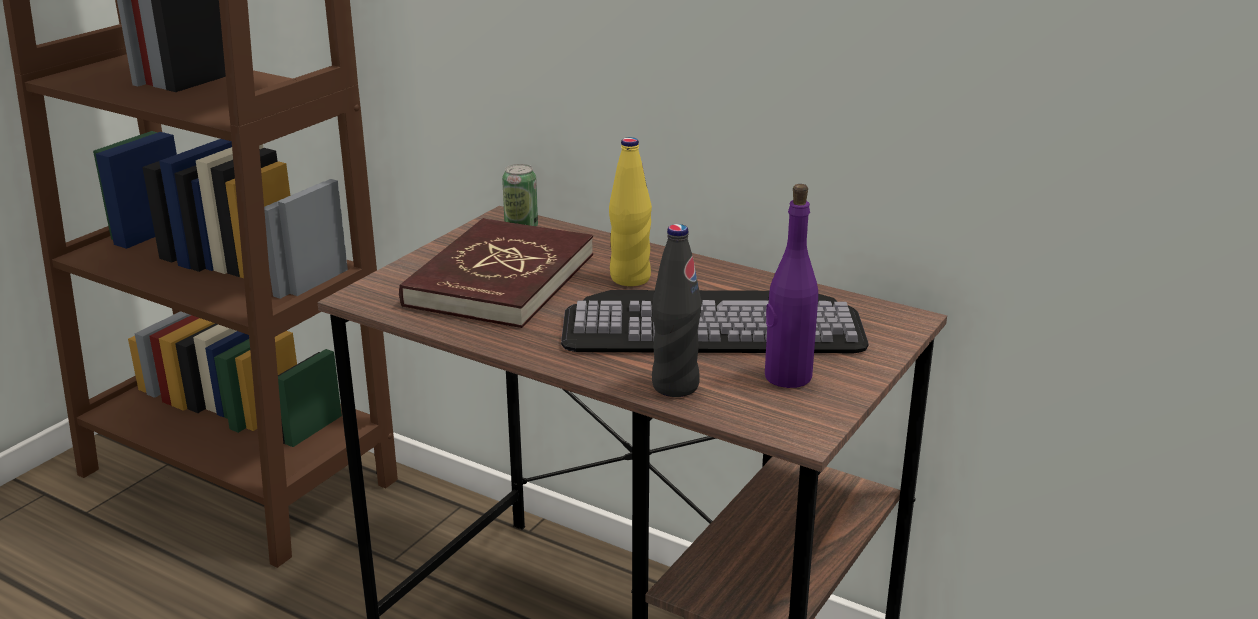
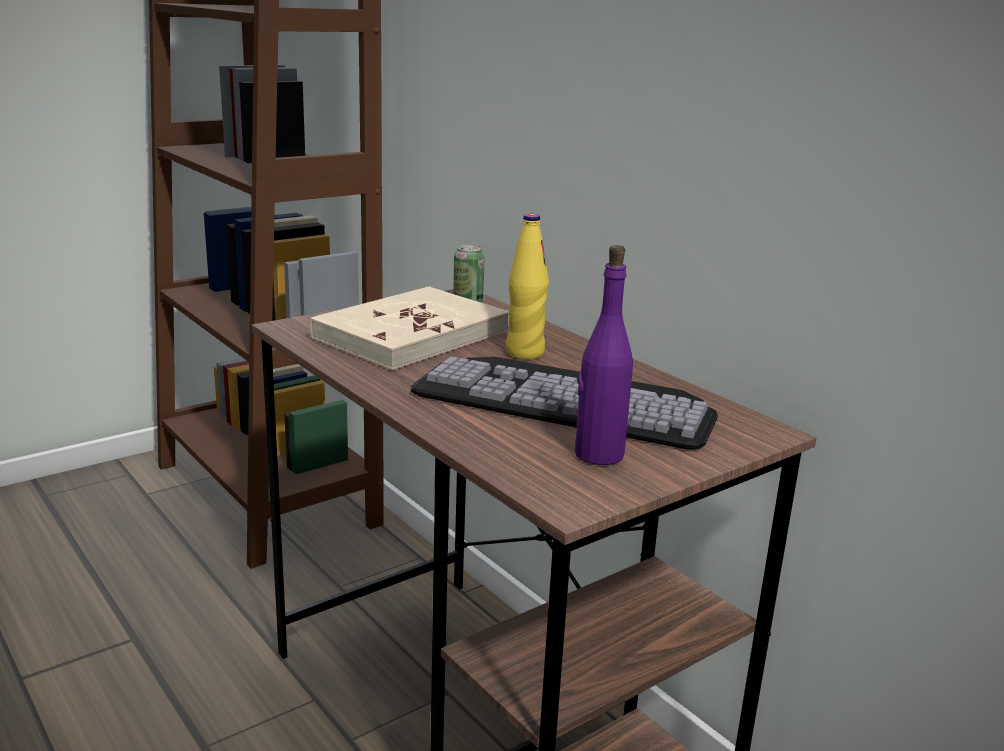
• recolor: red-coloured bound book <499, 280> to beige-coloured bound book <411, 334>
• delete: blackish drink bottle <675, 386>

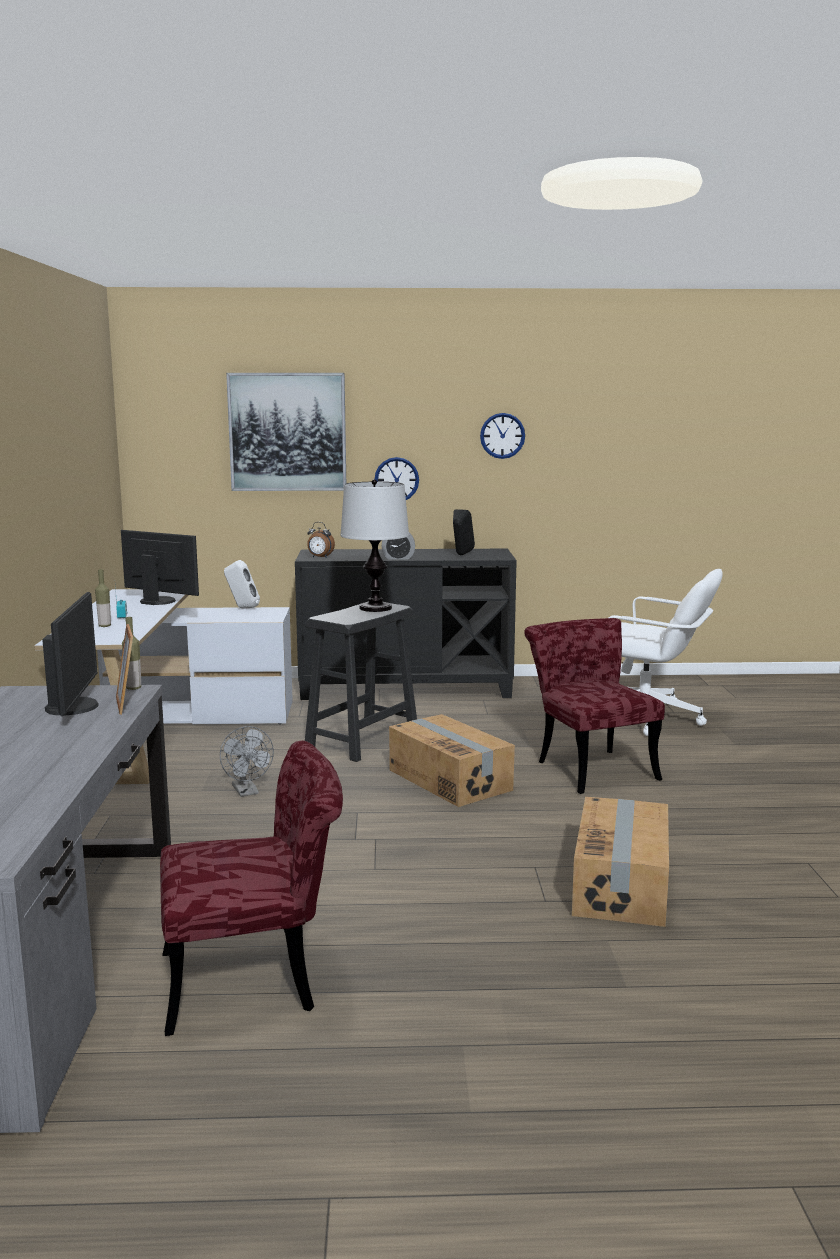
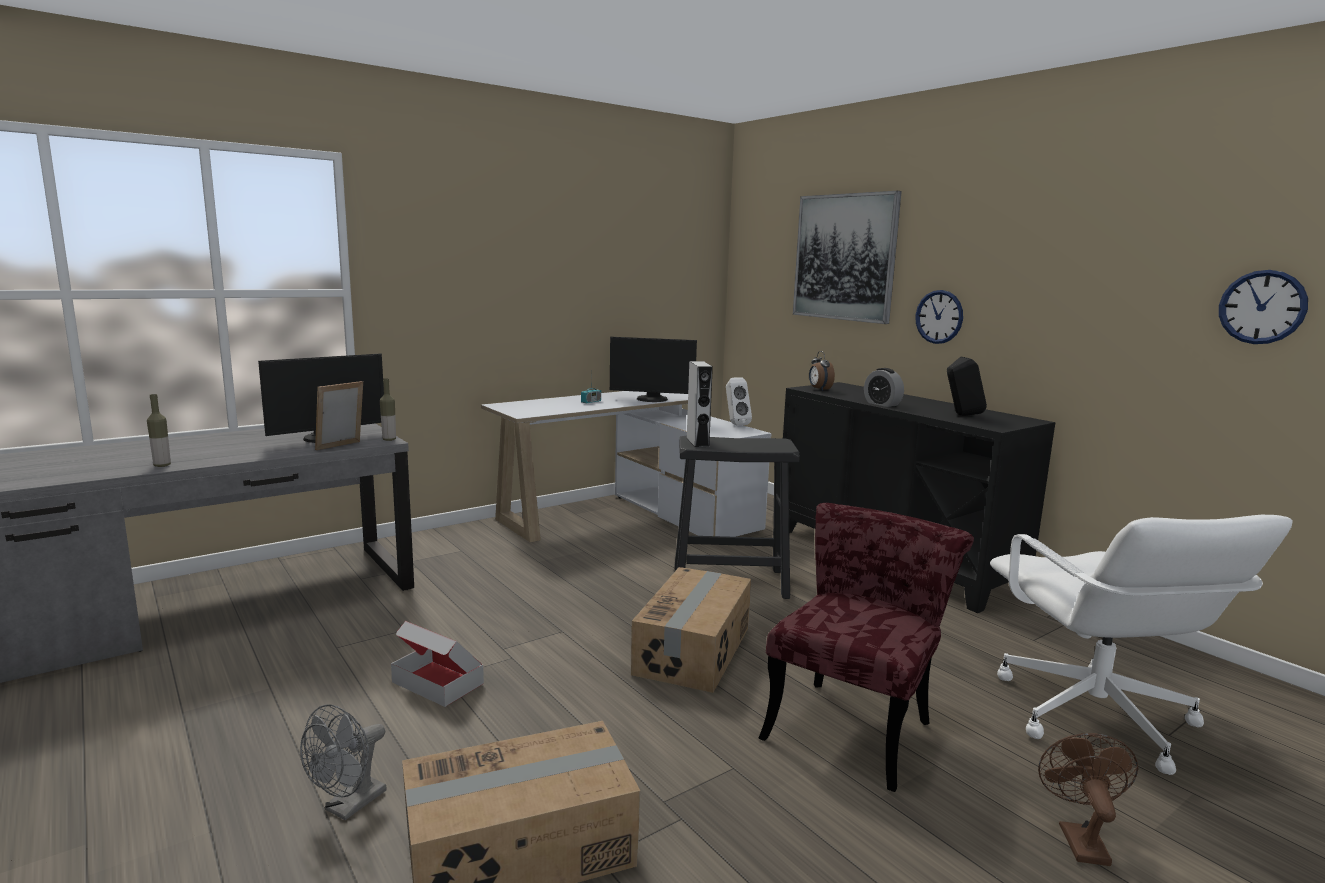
• move: hanging clock <502, 435> to <1262, 307>
• delete: table lamp <375, 608>
• rotate: computer display <159, 601> = <652, 399> 105 degrees clockwise
• move: drink bottle <104, 626> to <162, 465>
• move: greyish electric fan <247, 792> to <349, 806>
• delete: red-coloured plain chair <256, 979>
• insert: greyish audio speaker <697, 442>
• insert: carton <438, 683>
• insert: brown electric fan <1079, 838>

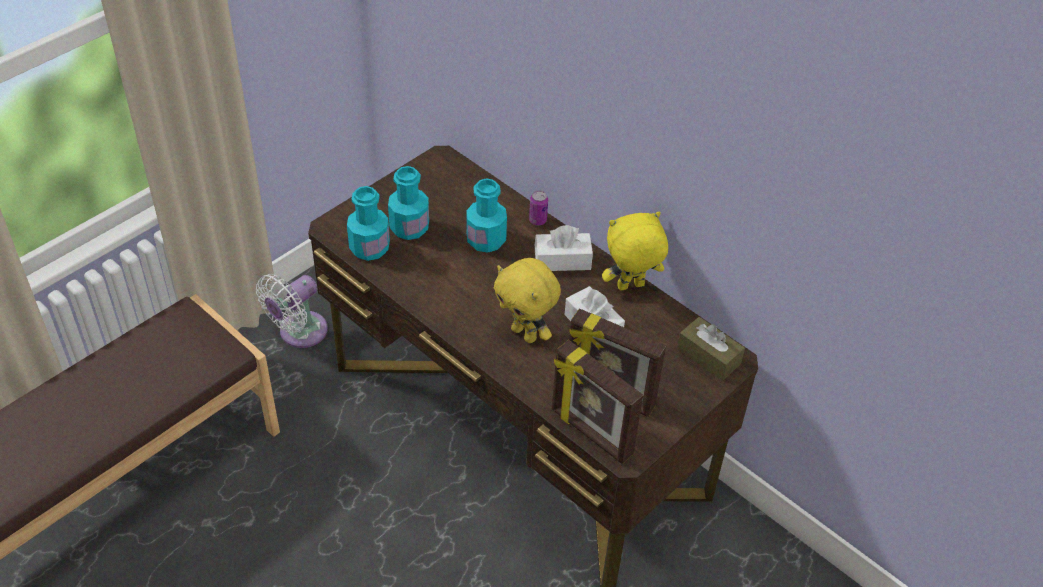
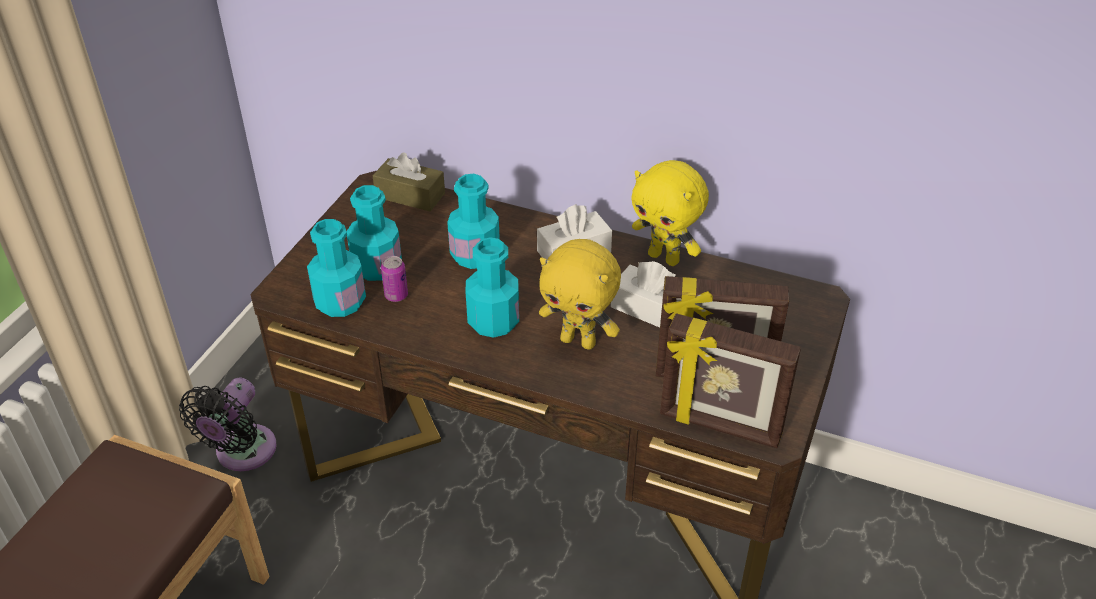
• move: metal can <537, 220> to <396, 295>
• rotate: yellowish cuddly toy <630, 287> = <665, 258> 105 degrees counterclockwise
• recolor: white electric fan <299, 333> to blackish electric fan <242, 453>
• move: brown tissue holder <708, 356> to <410, 195>
• insert: blue-green drink bottle <493, 321>

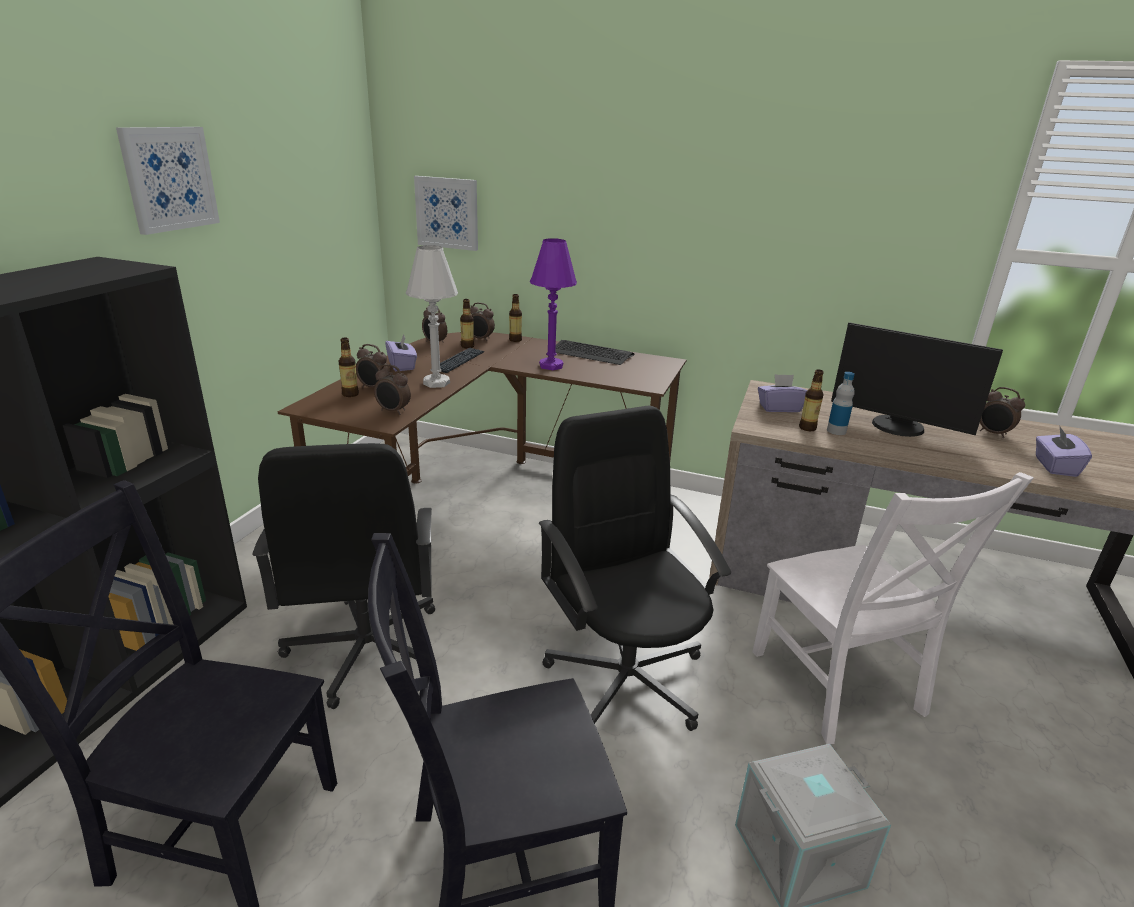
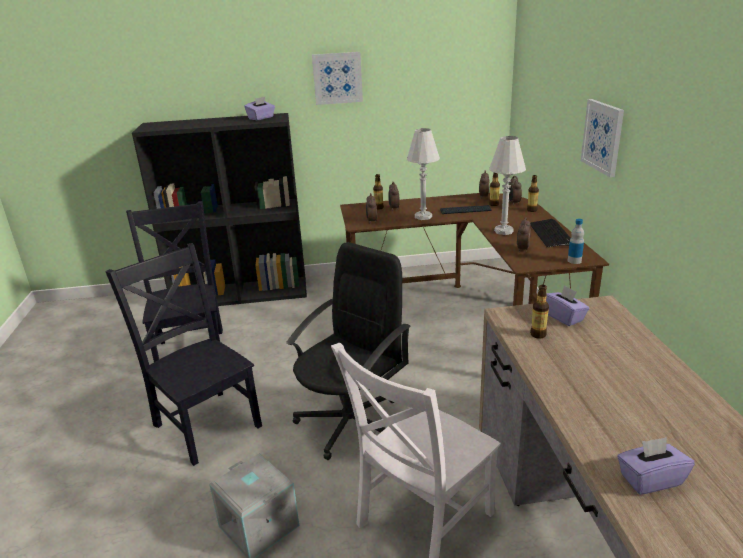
• move: picture <447, 213> to <603, 137>
• recolor: purple-coloured table lamp <551, 366> to white table lamp <503, 231>
• delete: computer display <897, 427>
• move: purple-coloured tissue holder <402, 366> to <261, 118>
• move: drink bottle <836, 431> to <574, 261>
• move: bedside clock <993, 434> to <522, 249>
• delete: blackish office chair <365, 650>

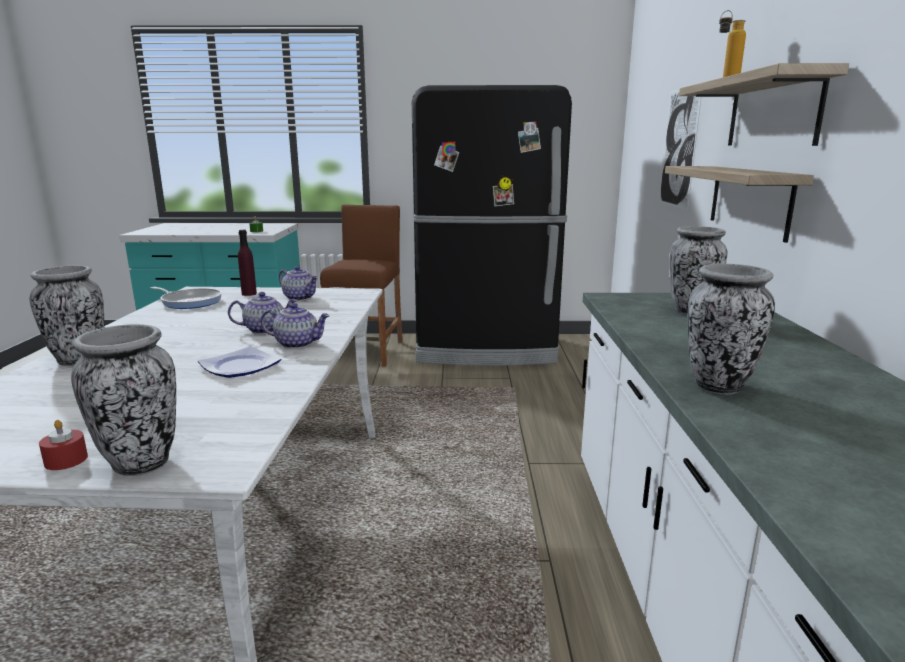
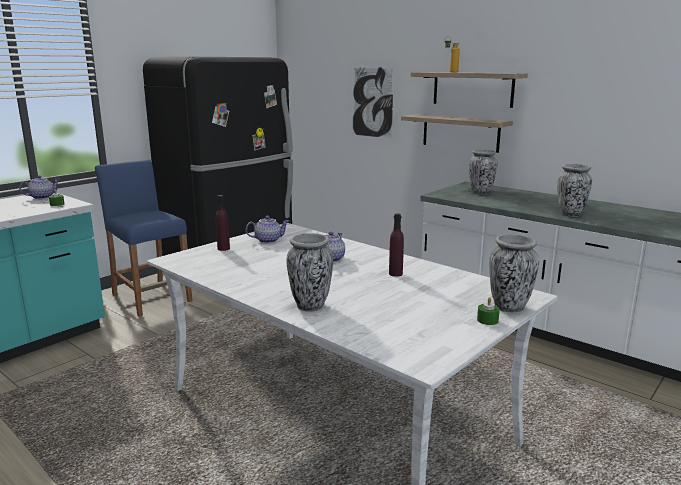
• recolor: brown stool <367, 352> to blue stool <151, 298>
• delete: skillet <190, 302>
• move: teapot <298, 344> to <42, 197>
• replace: flat dish <241, 366> to purple-coloured drink bottle <395, 274>
• recolor: red-coloured wax candle <66, 460> to green wax candle <487, 320>

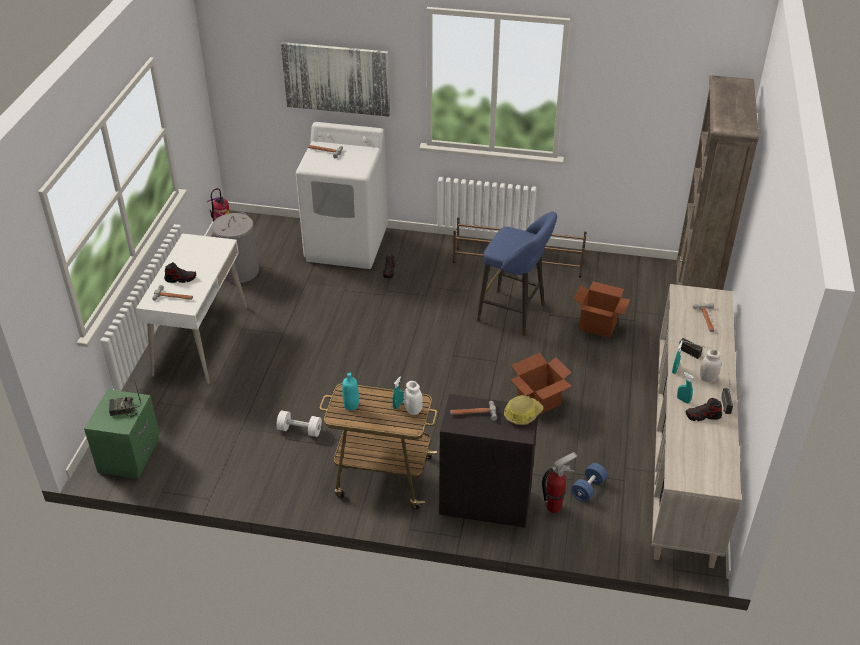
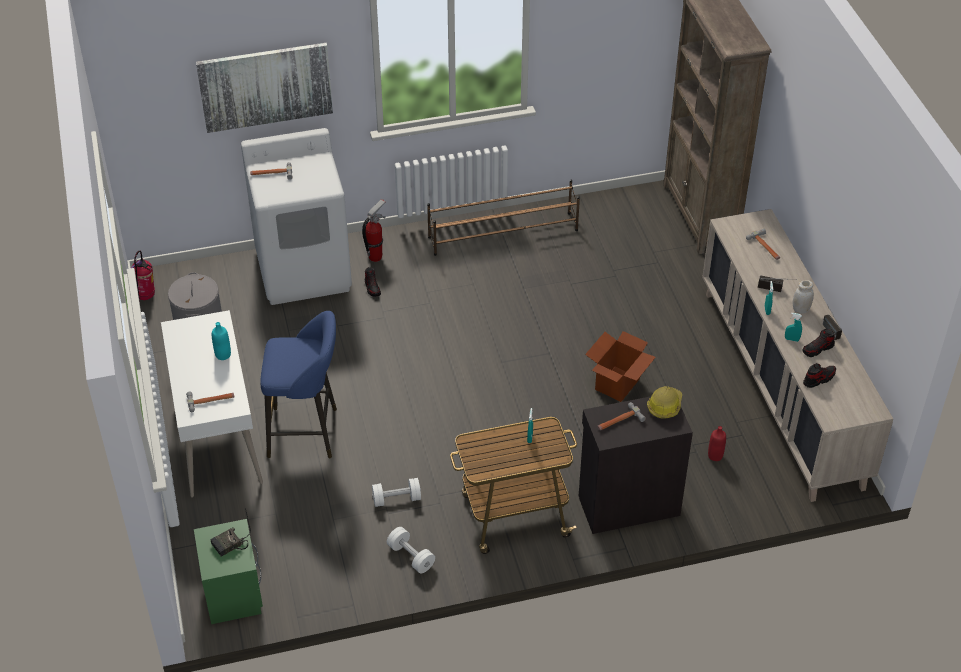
• move: blue stool <514, 314> to <307, 432>
• move: low shoe <180, 279> to <819, 379>
• delete: carton <598, 326>
• move: blue-green drink bottle <351, 405> to <223, 355>
• delete: white storage jar <413, 410>
• move: extinguisher <554, 507> to <375, 257>
• replace: blue dumbbell <588, 489> to red-coloured drink bottle <715, 456>
• insert: white dumbbell <411, 556>

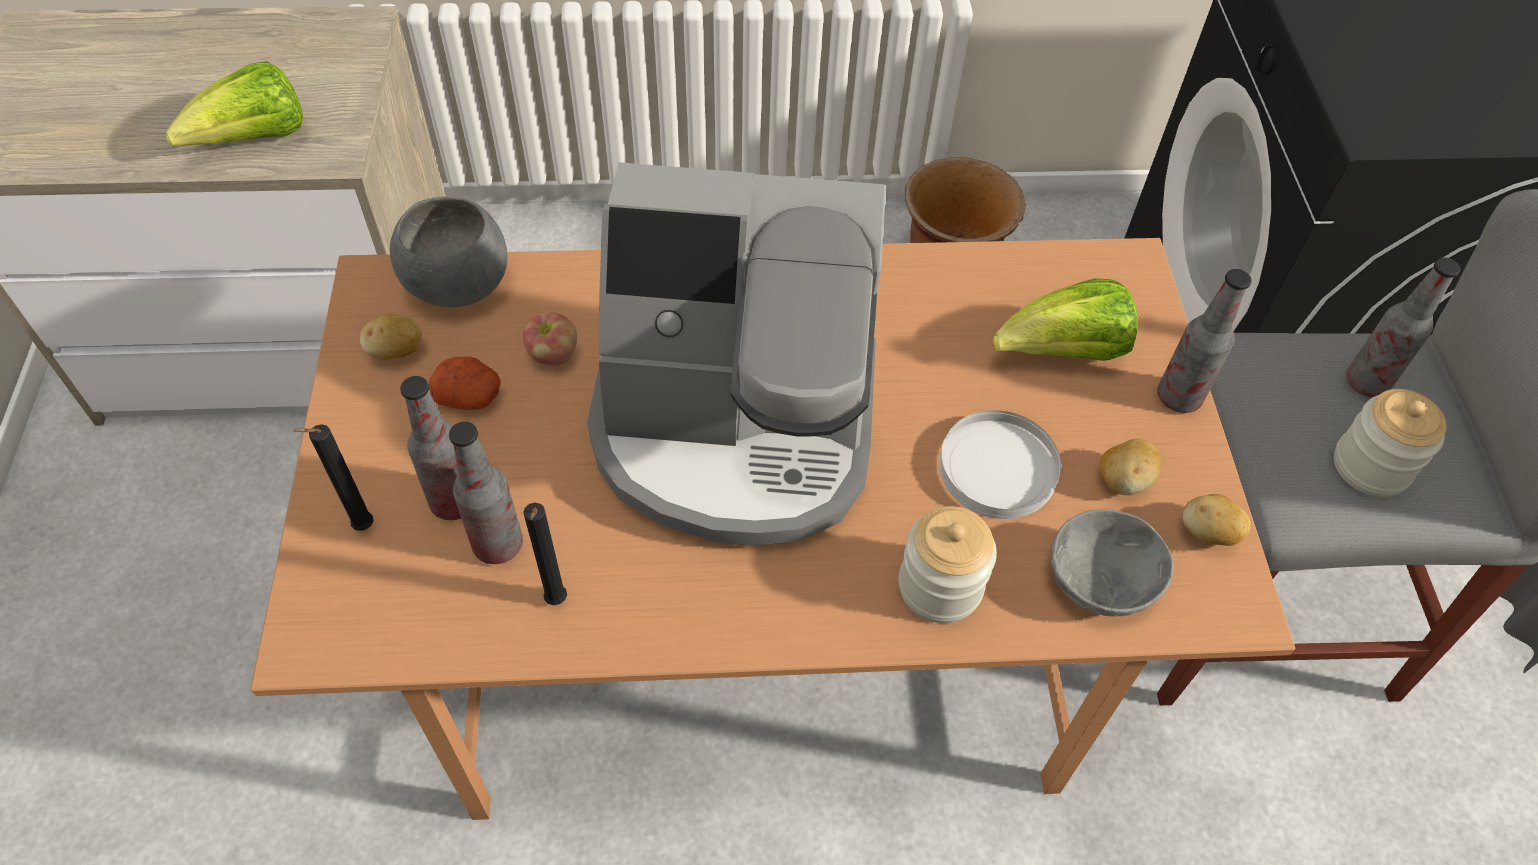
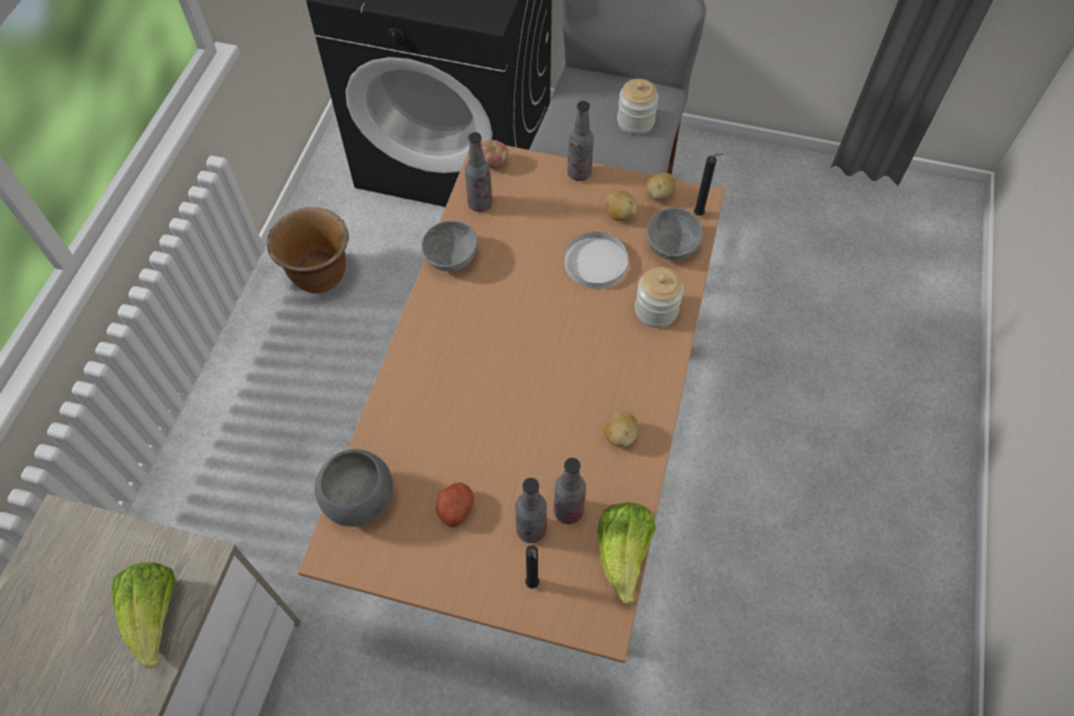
• delete: coffee brewer <736, 429>
• move: drink bottle <1366, 382> to <480, 204>
• move: lettuce head <1063, 353> to <623, 554>
• move: whole apple <553, 355> to <494, 163>
• move: potato <396, 352> to <620, 435>
• move: blackish wax candle <556, 603> to <700, 214>
• insert: greyish deep dish <450, 257>

